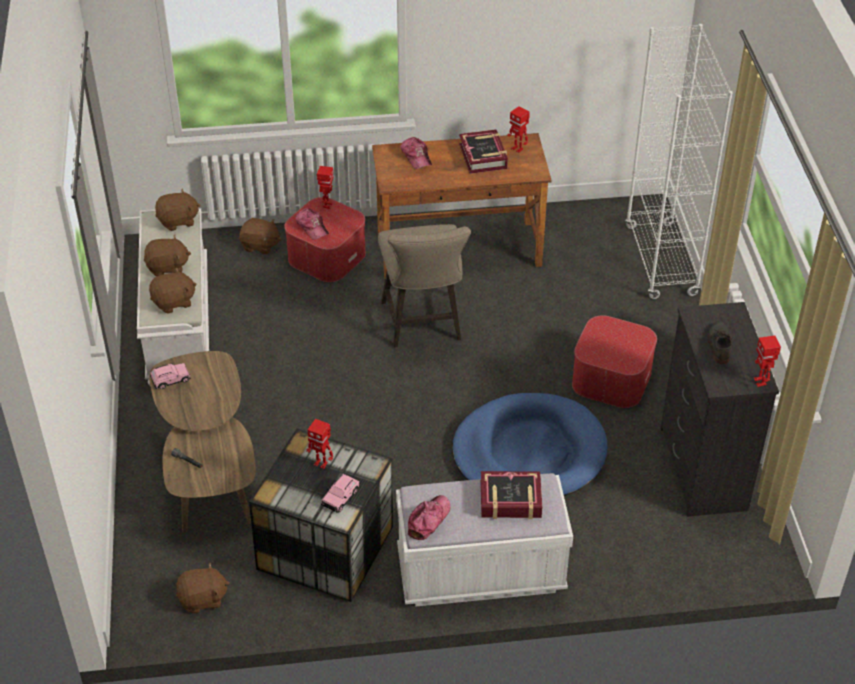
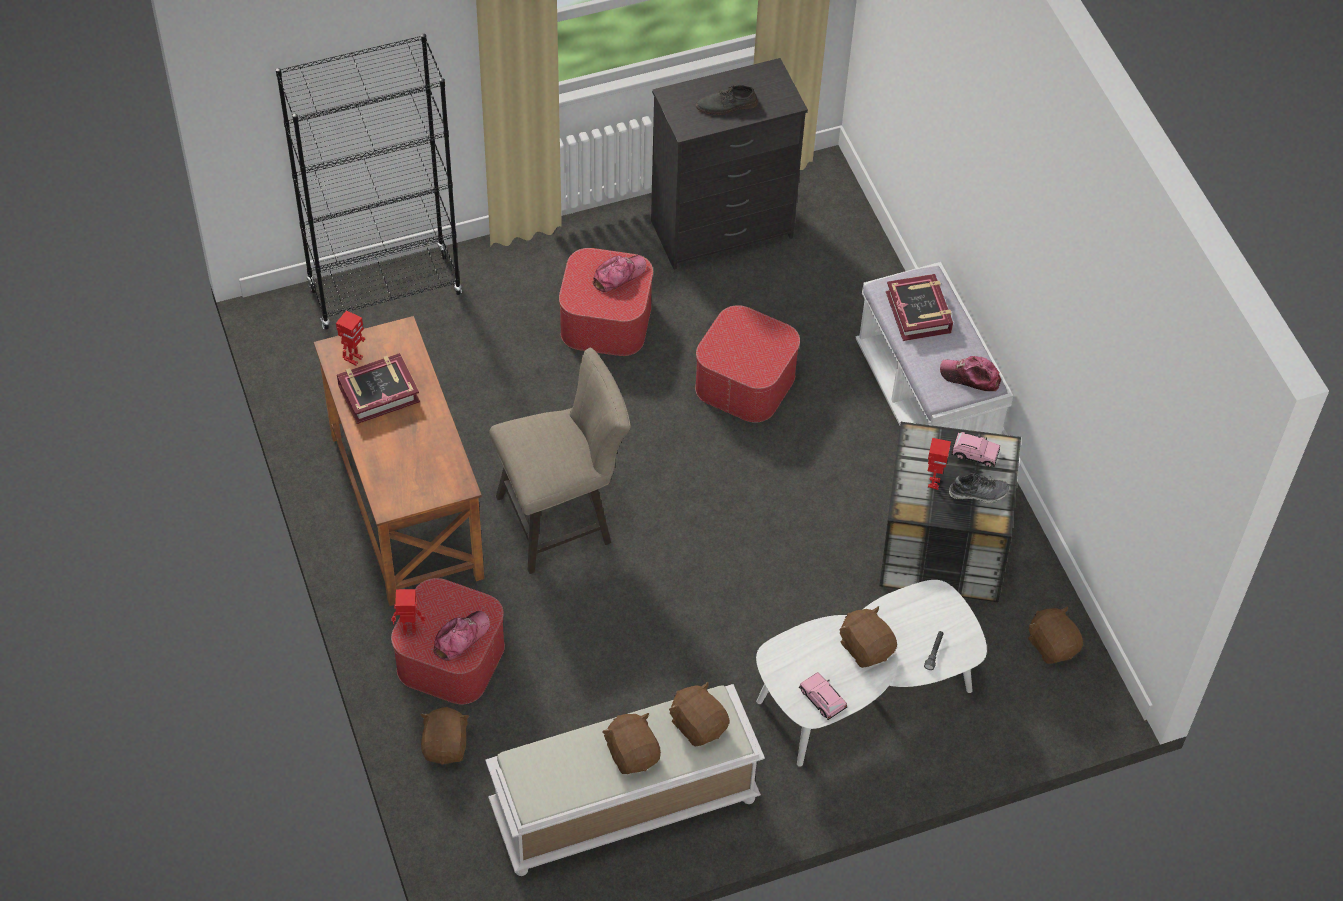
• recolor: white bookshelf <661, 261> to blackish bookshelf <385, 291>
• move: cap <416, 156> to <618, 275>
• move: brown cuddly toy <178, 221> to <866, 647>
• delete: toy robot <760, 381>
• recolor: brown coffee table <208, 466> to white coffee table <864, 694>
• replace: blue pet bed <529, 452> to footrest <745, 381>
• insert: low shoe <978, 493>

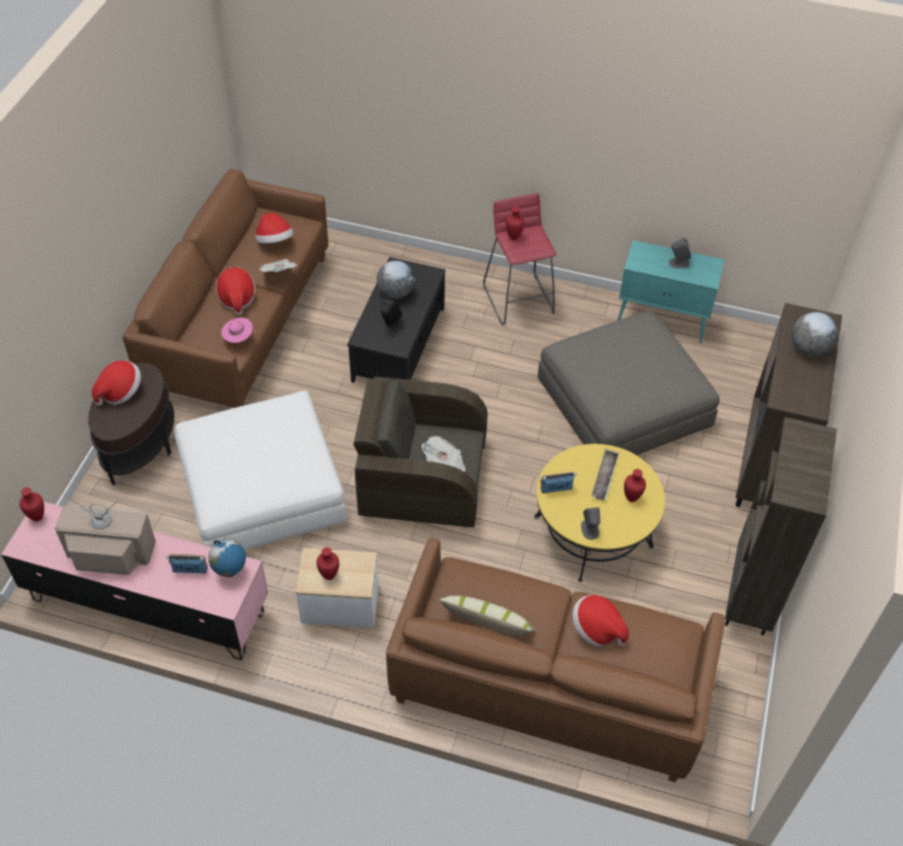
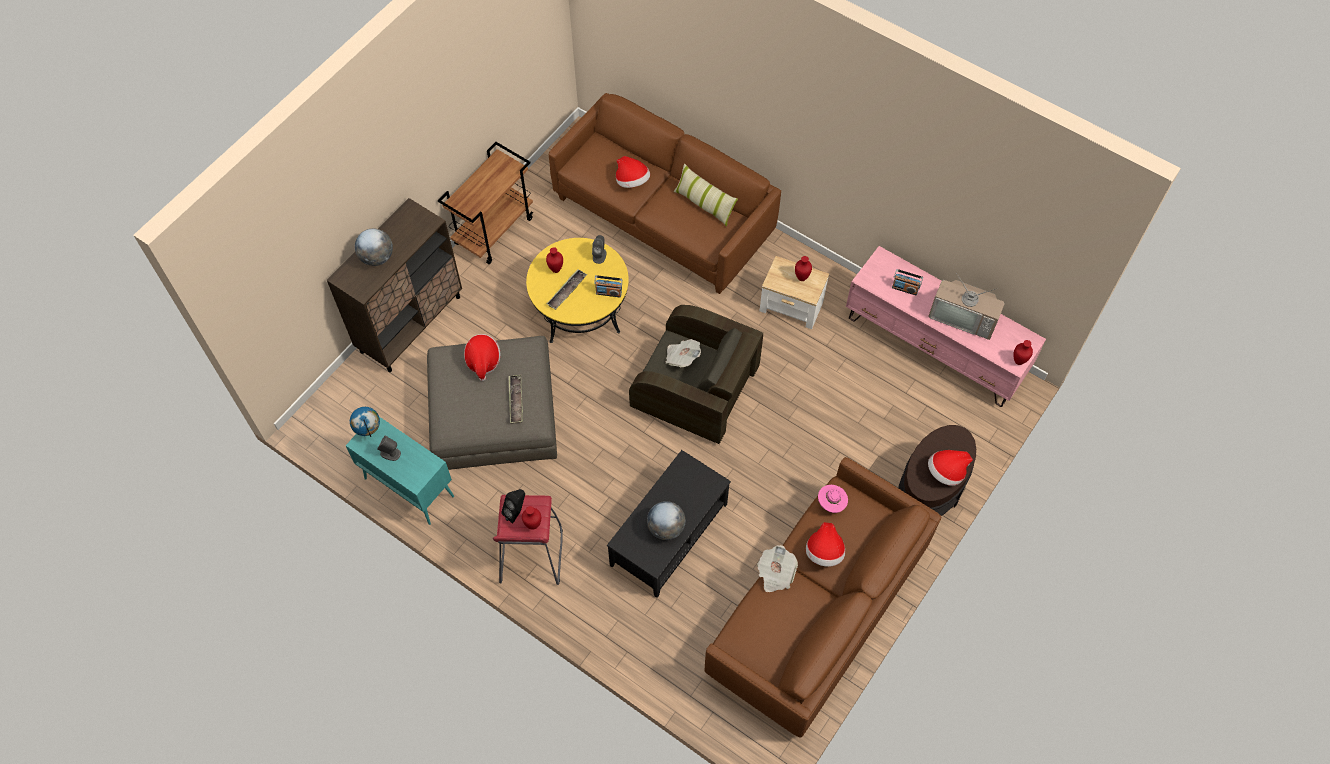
• move: hat <275, 241> to <483, 361>
• move: blackish audio speaker <389, 325> to <516, 512>
• delete: white footrest <262, 487>
• replace: brown bookshelf <750, 598> to brown cart <494, 230>
• move: desk globe <230, 572> to <369, 431>
• insert: tray <516, 400>

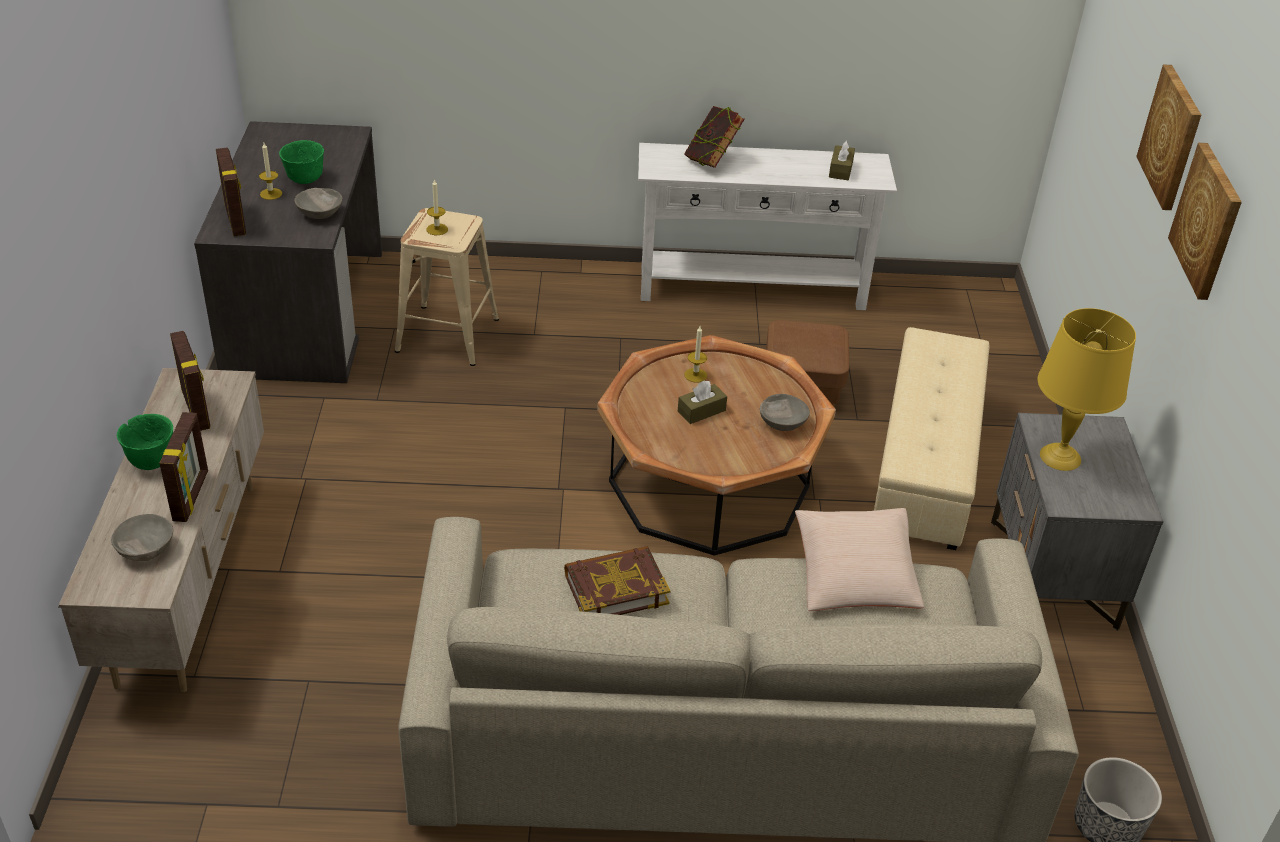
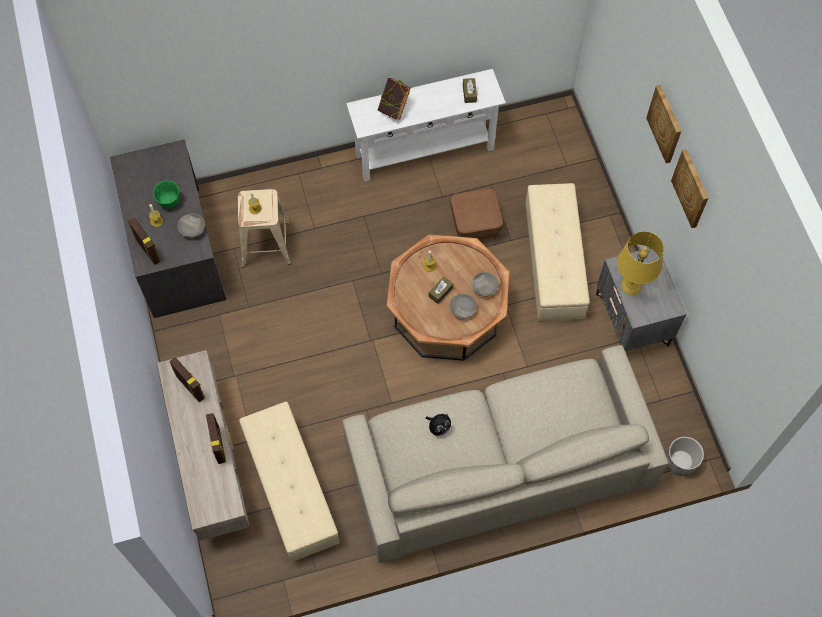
• delete: green deep dish <151, 460>
• delete: beige-coloured throw pillow <854, 575>
• move: greyish deep dish <147, 549> to <463, 309>
• replace: bound book <615, 588> to cuddly toy <438, 427>
• insert: beige-coloured footrest <290, 488>

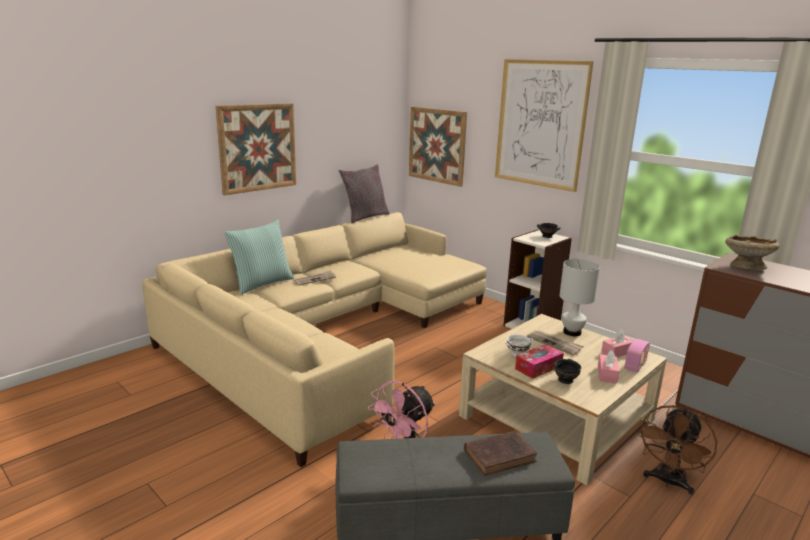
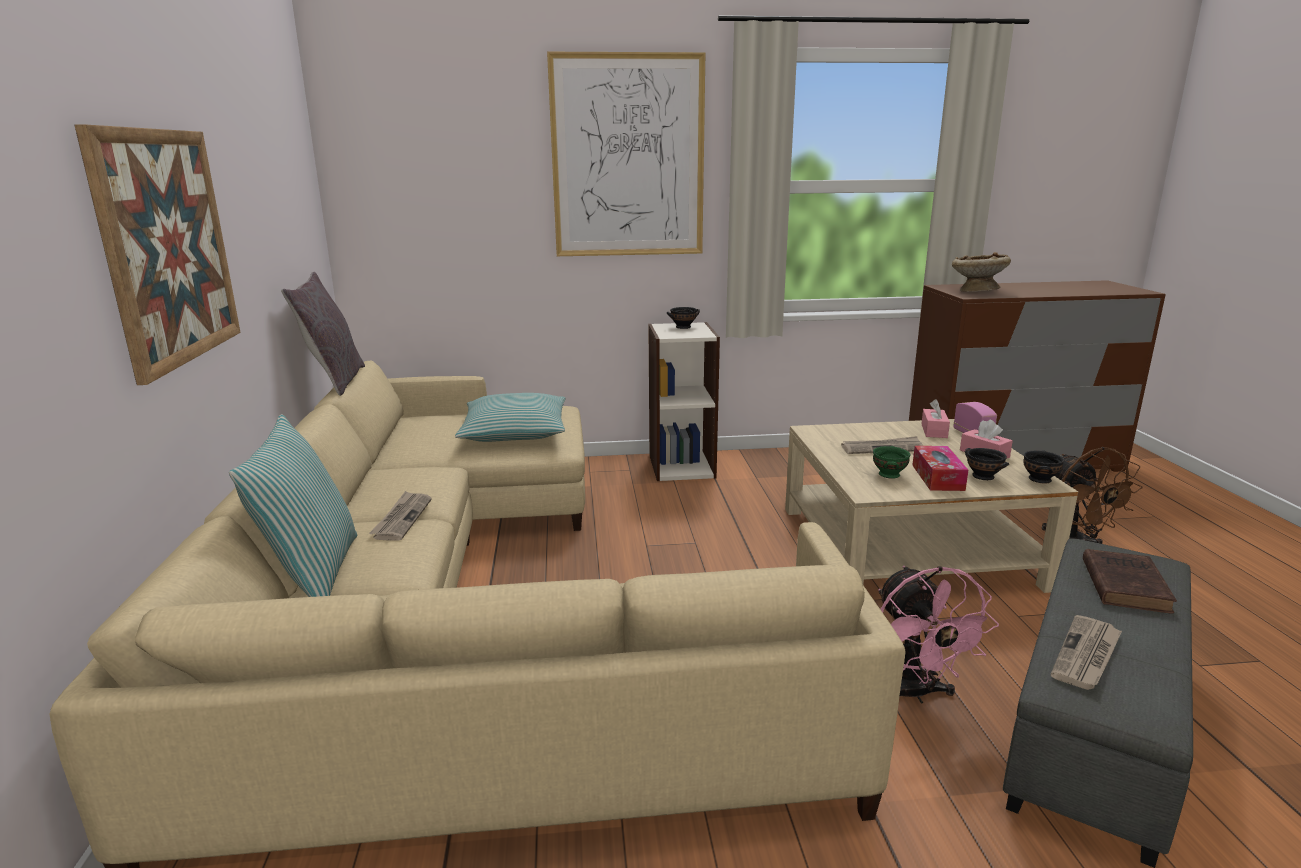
• delete: picture <437, 145>
• delete: white table lamp <572, 332>
• recolor: white deep dish <518, 353> to green deep dish <889, 474>
• insert: throw pillow <514, 432>
• insert: blackish deep dish <1040, 479>
• insert: printed paper <1086, 655>

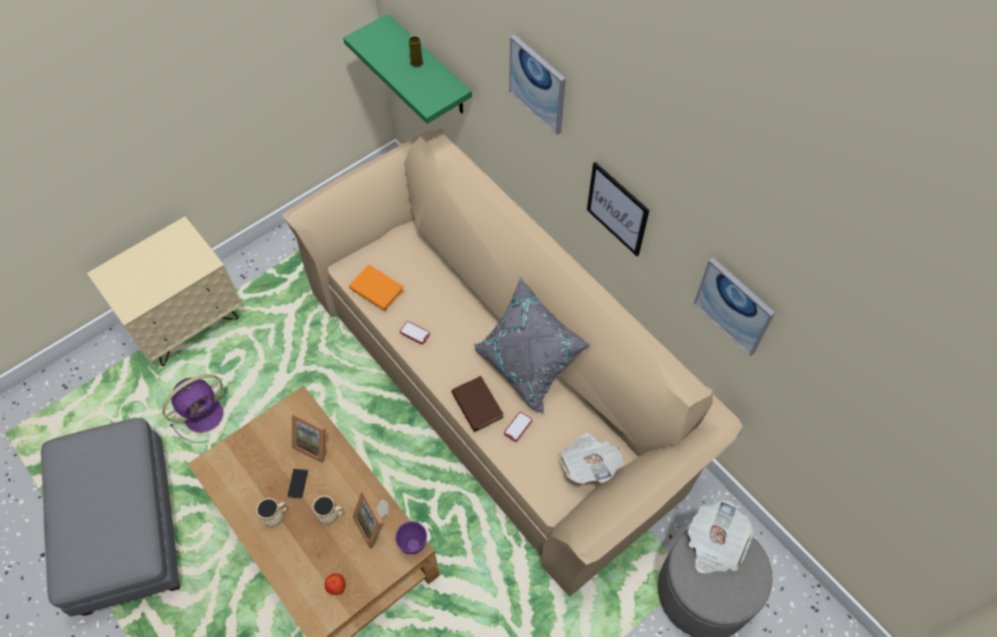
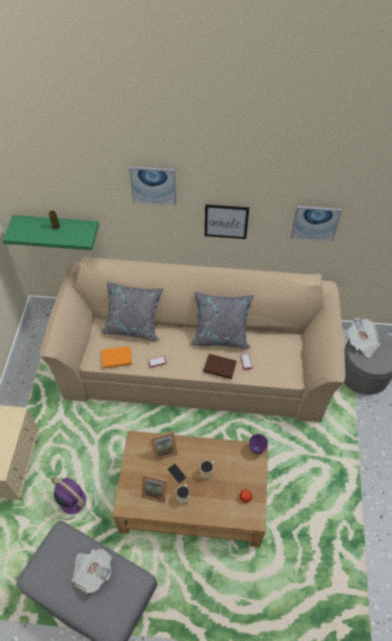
• rotate: purple-coloured electric fan <206, 414> = <72, 500> 60 degrees counterclockwise
• move: printed paper <589, 464> to <92, 571>
• move: photo frame <375, 524> to <155, 490>
• insert: greyish throw pillow <134, 325>

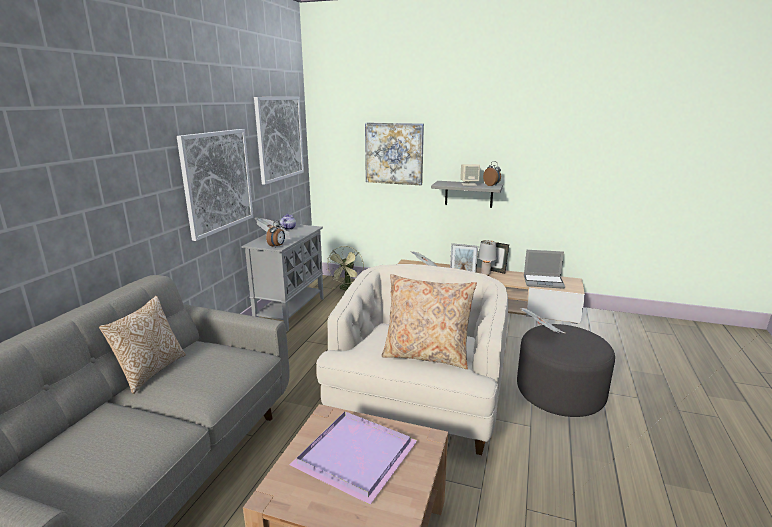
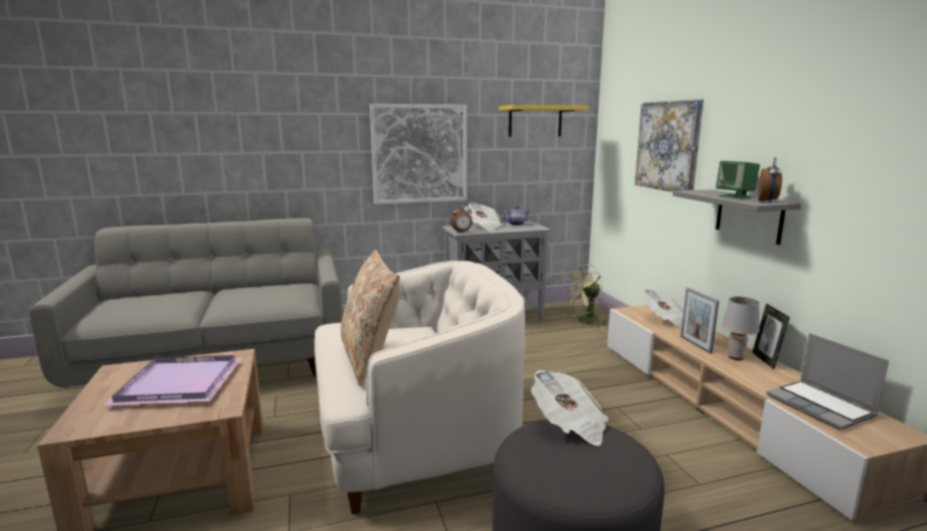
• replace: picture <279, 138> to yellowish shelf <535, 121>
• recolor: beige-coloured audio speaker <469, 184> to green audio speaker <735, 196>
• delete: throw pillow <150, 371>

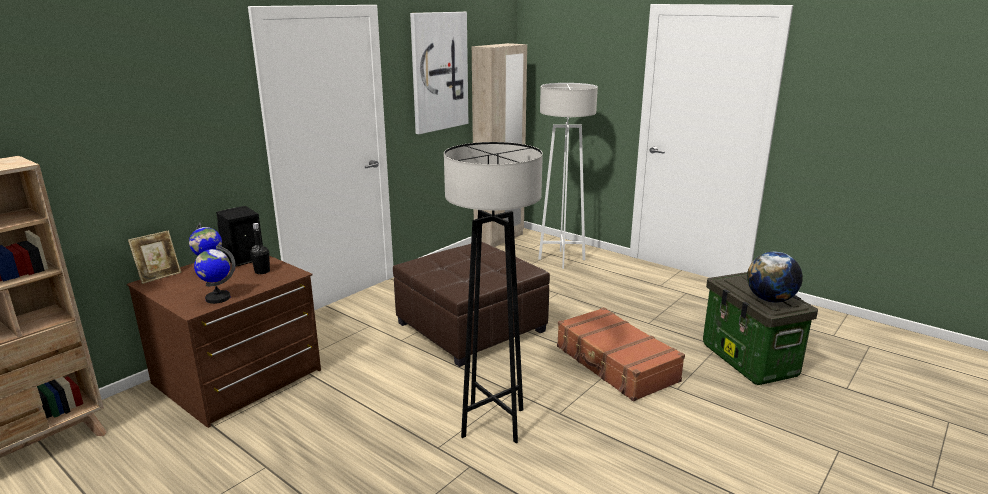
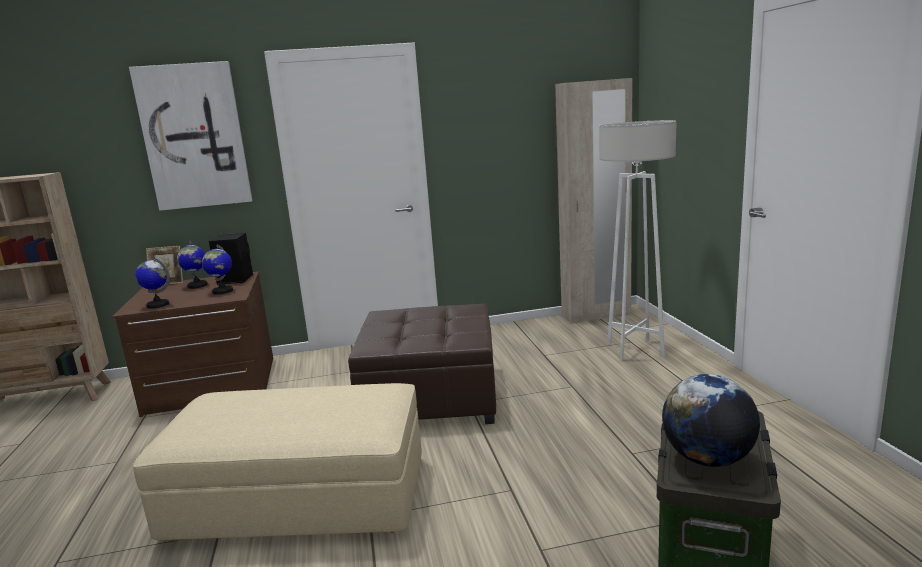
• move: picture <439, 72> to <194, 137>
• replace: greyish floor lamp <493, 423> to beige-coloured footrest <300, 499>
• replace: blackish drink bottle <262, 271> to desk globe <222, 291>
• delete: brown piece of luggage <615, 364>

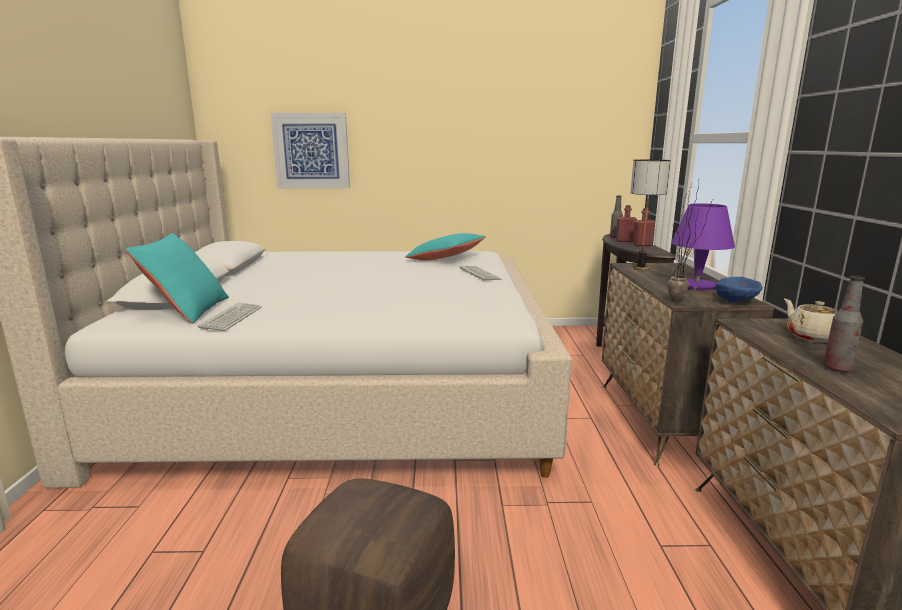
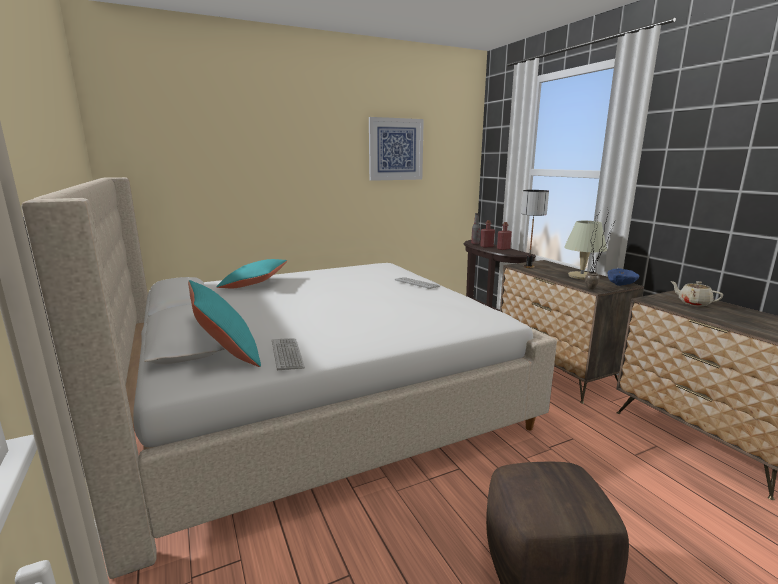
• move: picture <311, 151> to <396, 149>
• recolor: purple-coloured table lamp <697, 285> to beige-coloured table lamp <582, 276>
• move: blue-green throw pillow <446, 259> to <254, 284>
• delete: drink bottle <837, 368>

